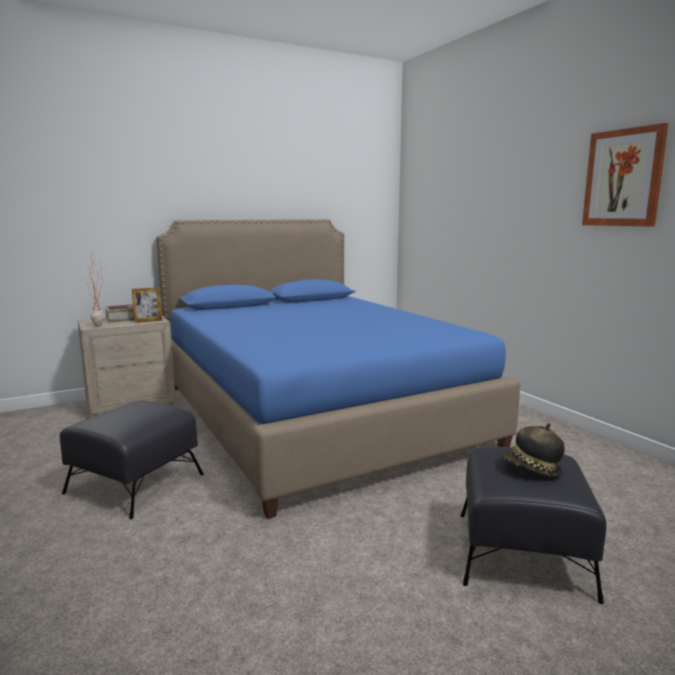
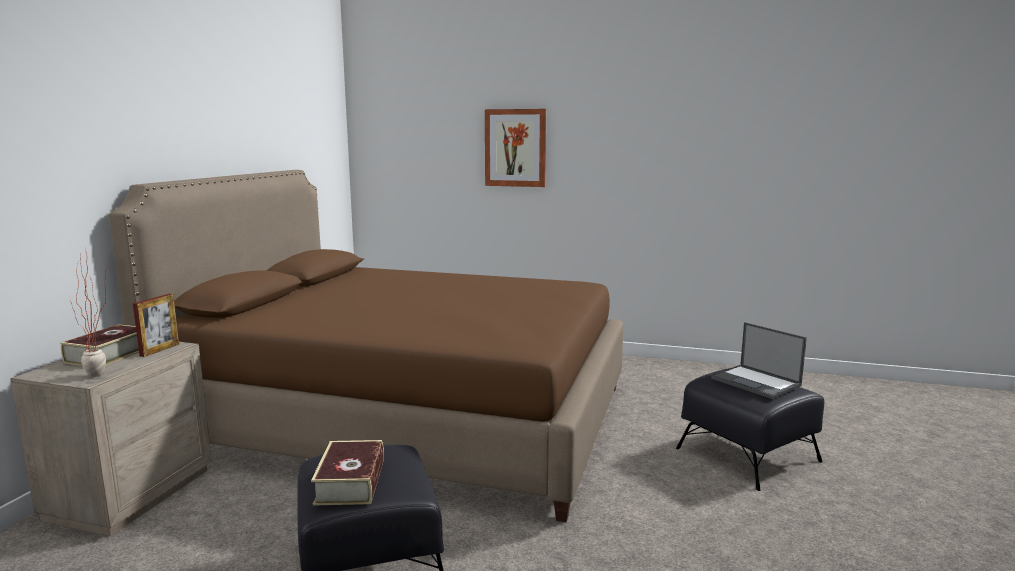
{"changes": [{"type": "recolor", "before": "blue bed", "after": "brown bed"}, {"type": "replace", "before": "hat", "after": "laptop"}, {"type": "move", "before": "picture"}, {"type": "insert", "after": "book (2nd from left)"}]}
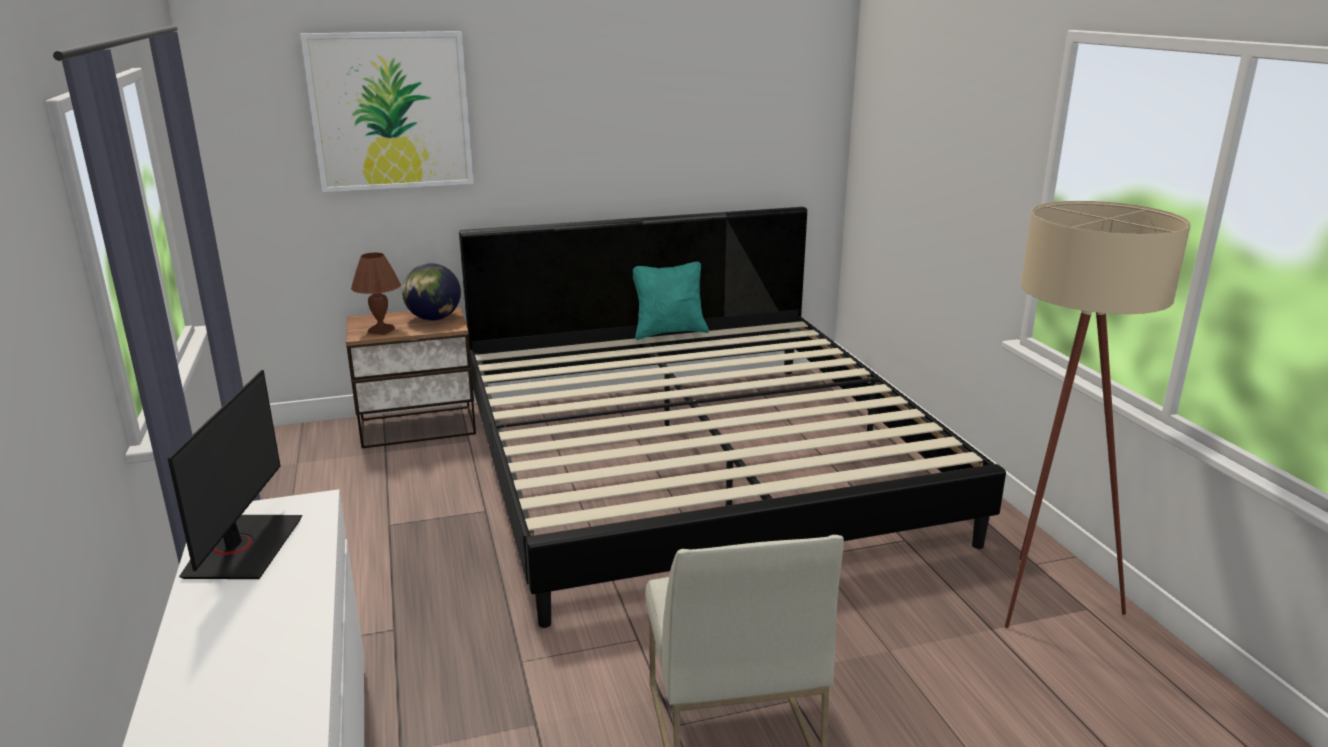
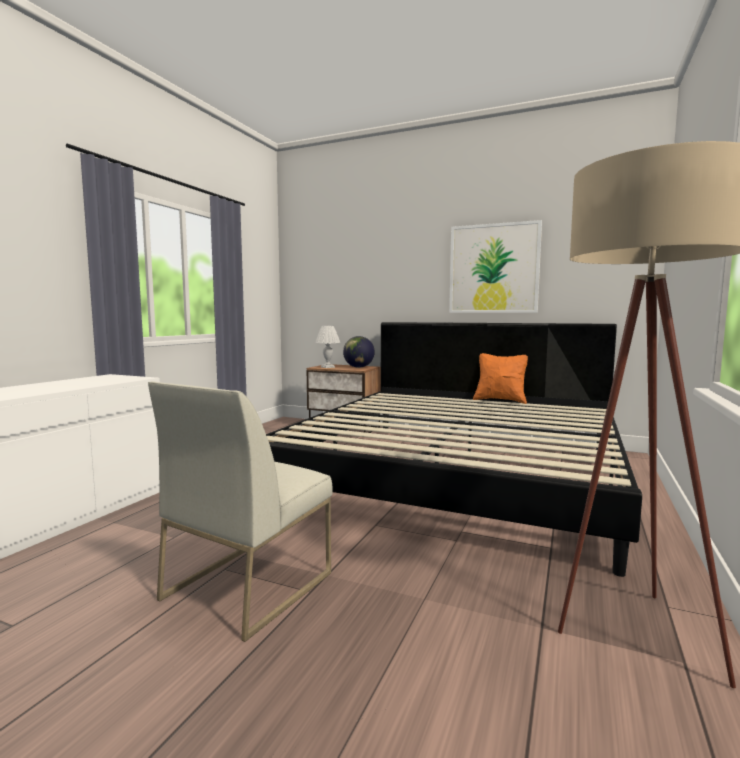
{"changes": [{"type": "delete", "before": "monitor"}, {"type": "move", "before": "picture"}, {"type": "recolor", "before": "brown table lamp", "after": "white table lamp"}, {"type": "recolor", "before": "turquoise pillow", "after": "orange pillow"}]}
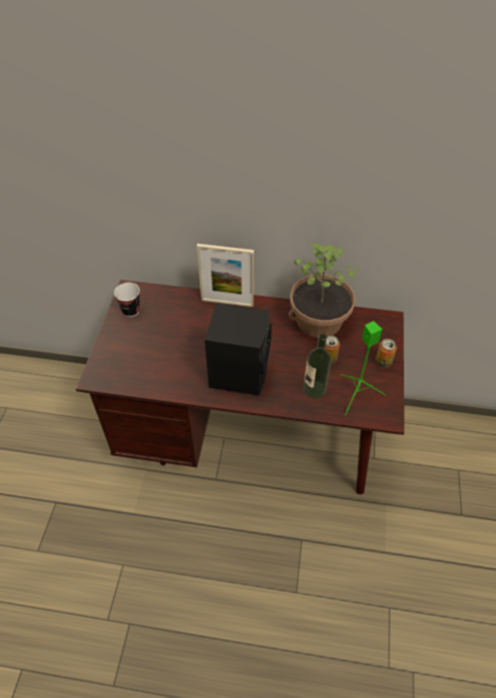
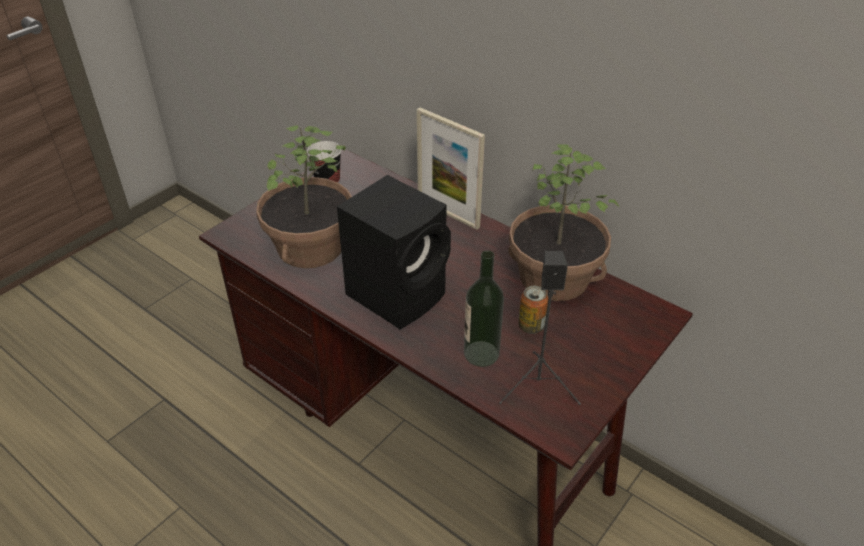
{"changes": [{"type": "recolor", "before": "green speaker", "after": "black speaker (2nd from left)"}, {"type": "delete", "before": "can (2nd from left)"}, {"type": "insert", "after": "potted plant (1st from left)"}]}
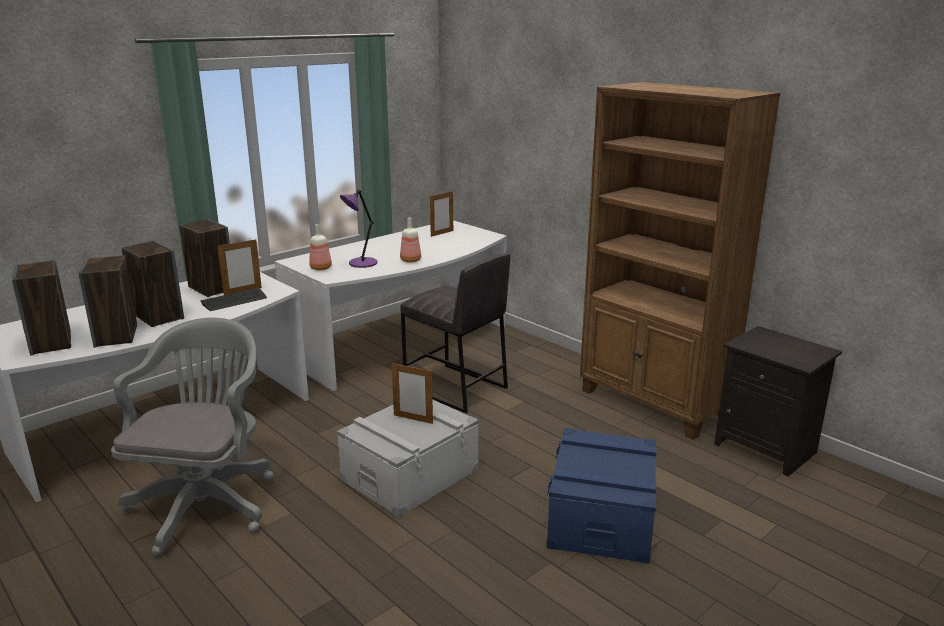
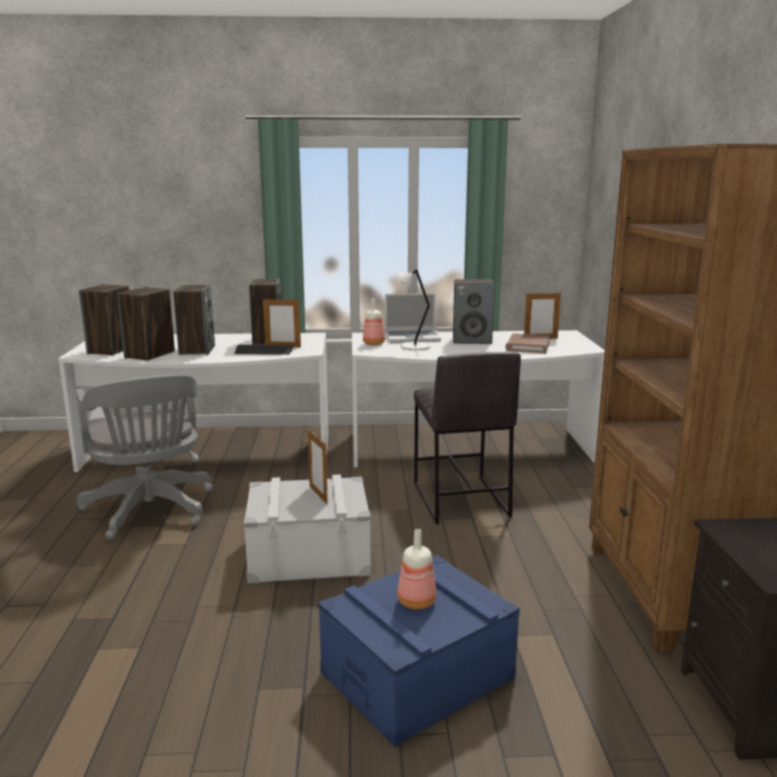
{"changes": [{"type": "rotate", "before": "grey office chair", "turn": 105}, {"type": "recolor", "before": "purple table lamp", "after": "white table lamp"}, {"type": "move", "before": "bottle (2nd from left)"}, {"type": "insert", "after": "laptop"}, {"type": "insert", "after": "speaker (5th from left)"}, {"type": "insert", "after": "brown book"}]}
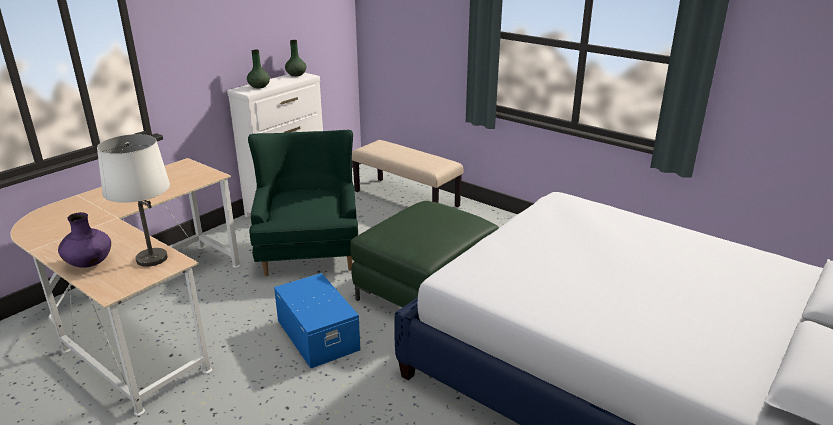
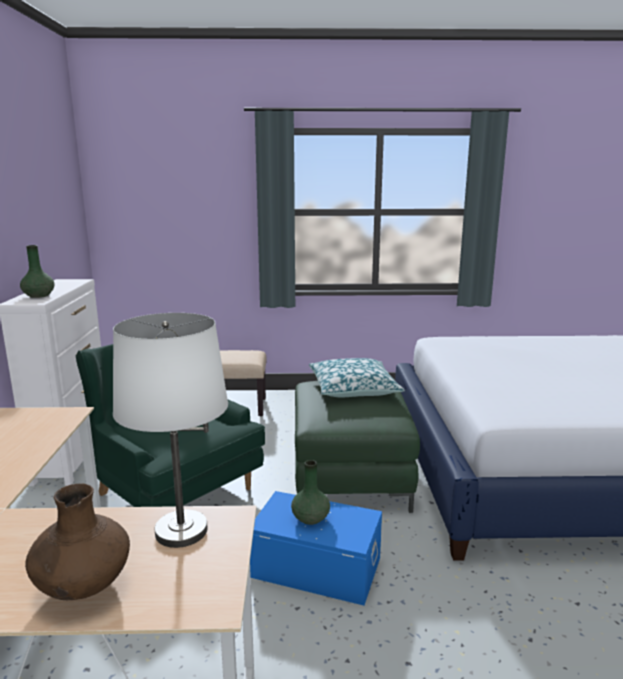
{"changes": [{"type": "recolor", "before": "purple vase", "after": "brown vase"}, {"type": "move", "before": "green vase (2nd from left)"}, {"type": "insert", "after": "pillow"}]}
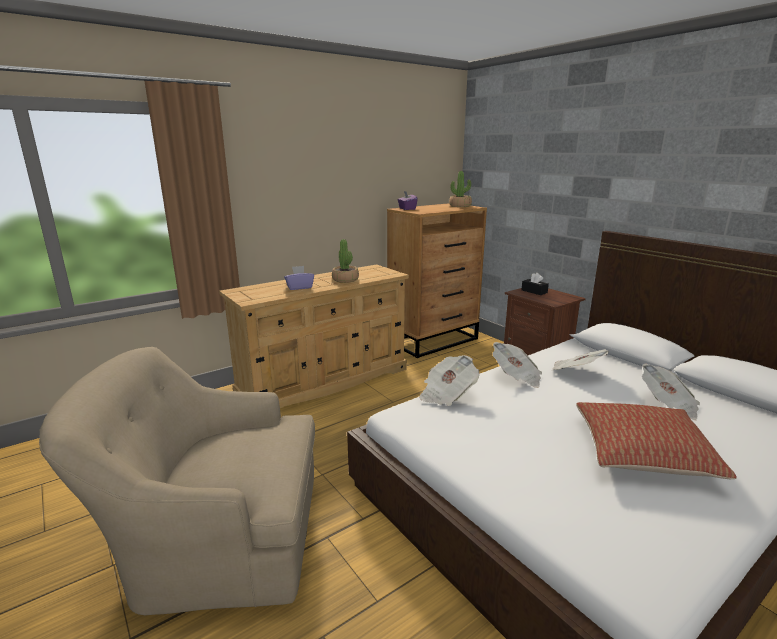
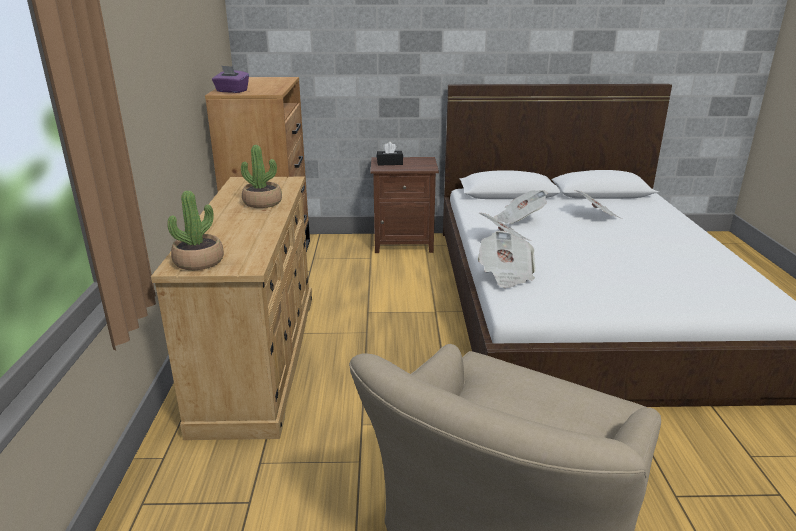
{"changes": [{"type": "delete", "before": "purple tissue box (1st from left)"}, {"type": "move", "before": "potted plant (2nd from left in the first image)", "after": "potted plant (1st from left)"}, {"type": "delete", "before": "pillow"}]}
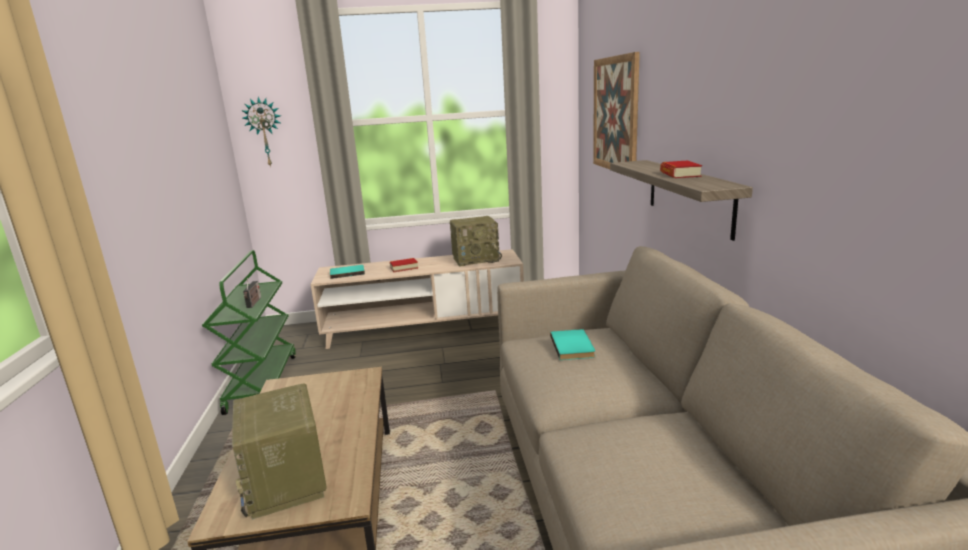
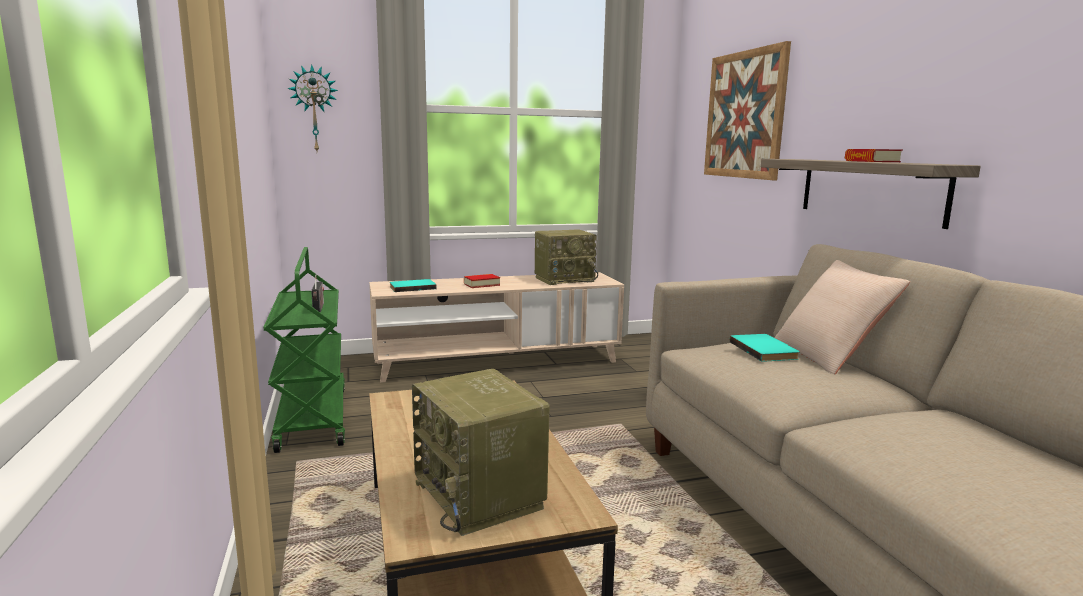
{"changes": [{"type": "insert", "after": "beige pillow"}]}
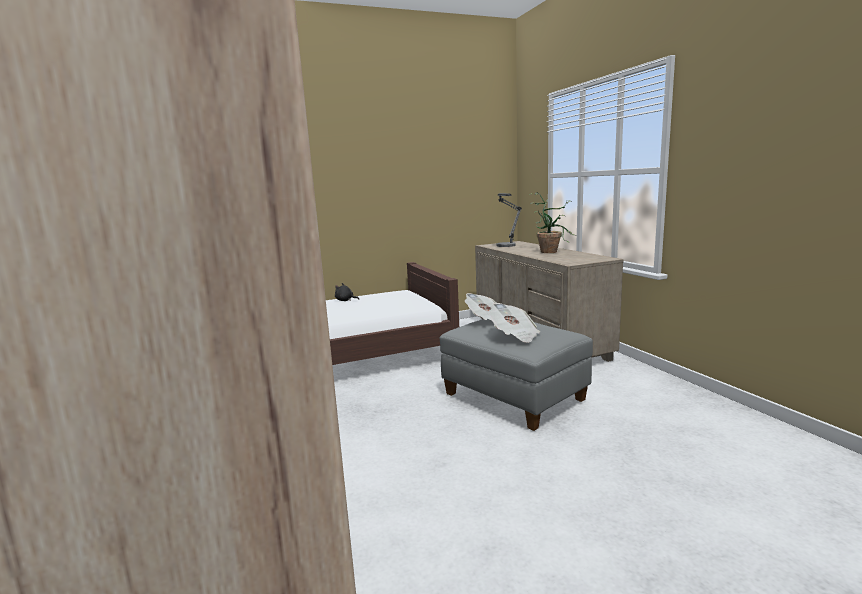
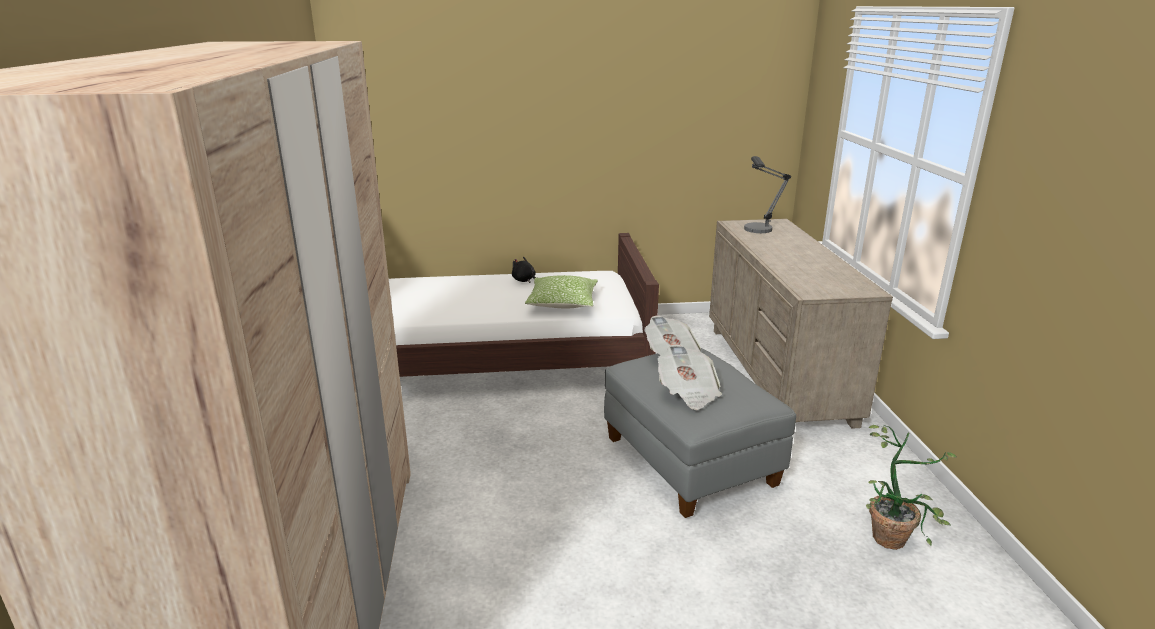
{"changes": [{"type": "move", "before": "potted plant"}, {"type": "insert", "after": "pillow"}]}
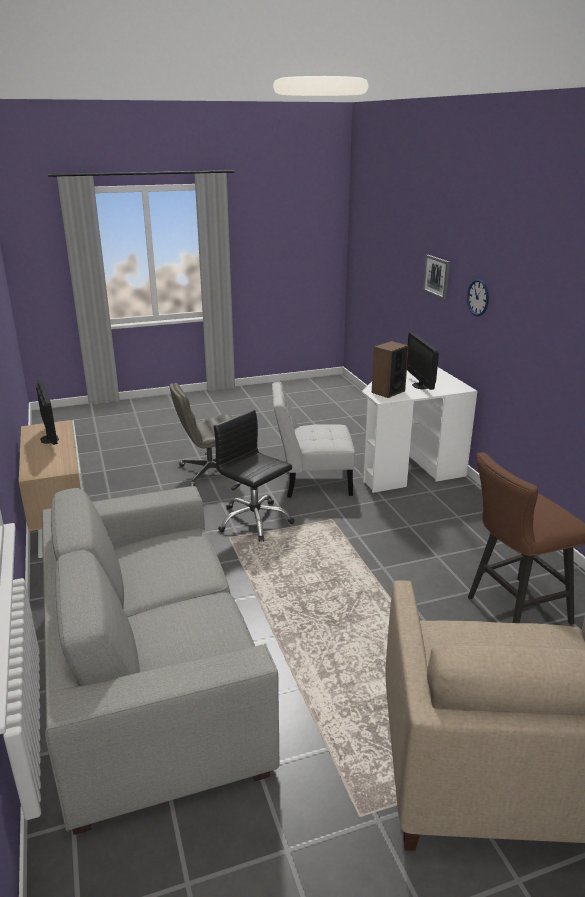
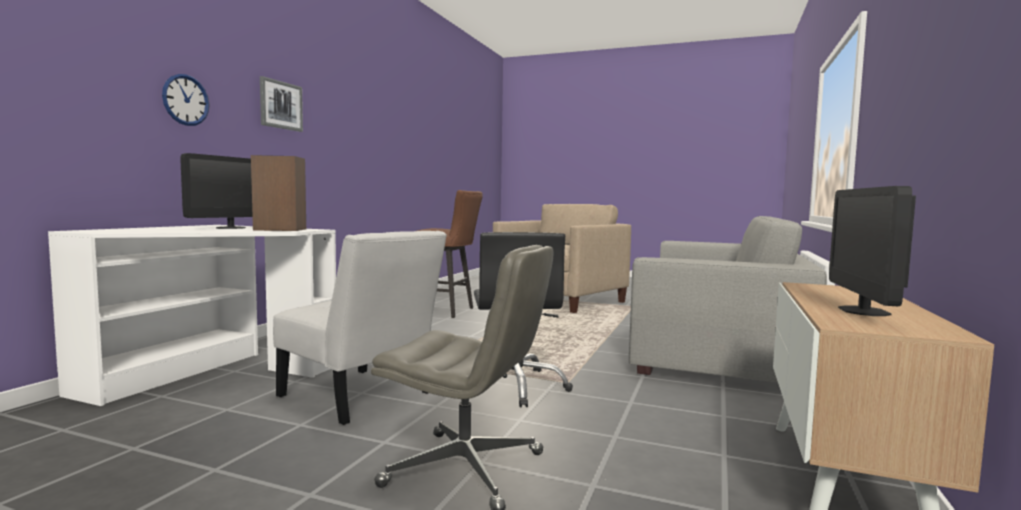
{"changes": [{"type": "move", "before": "picture"}]}
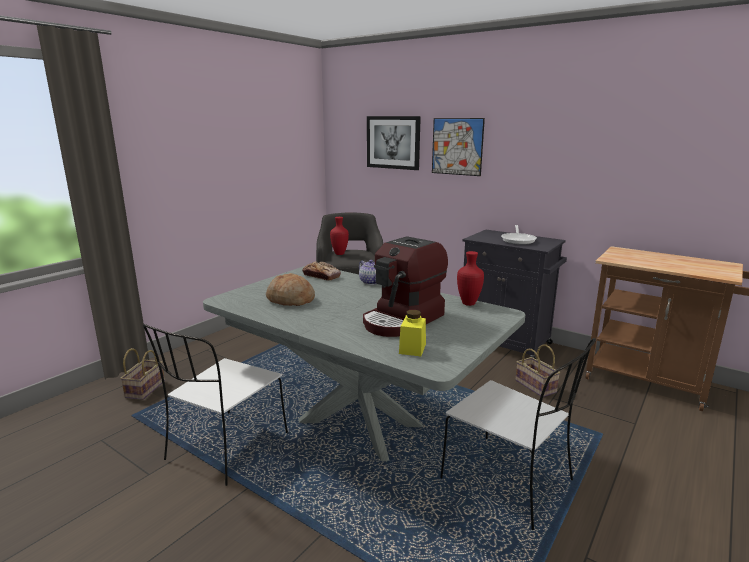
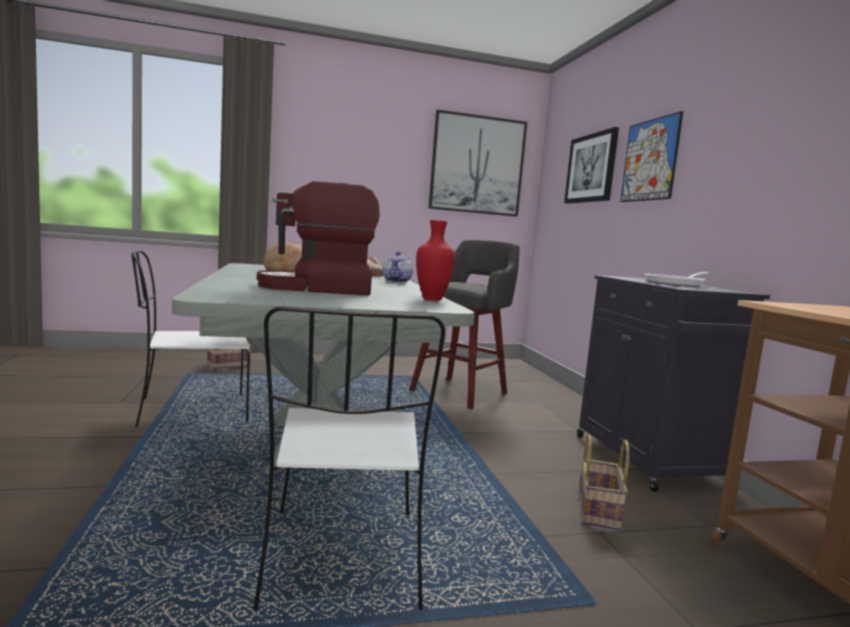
{"changes": [{"type": "delete", "before": "red vase (1st from left)"}, {"type": "delete", "before": "yellow jar"}, {"type": "insert", "after": "picture (1st from left)"}]}
